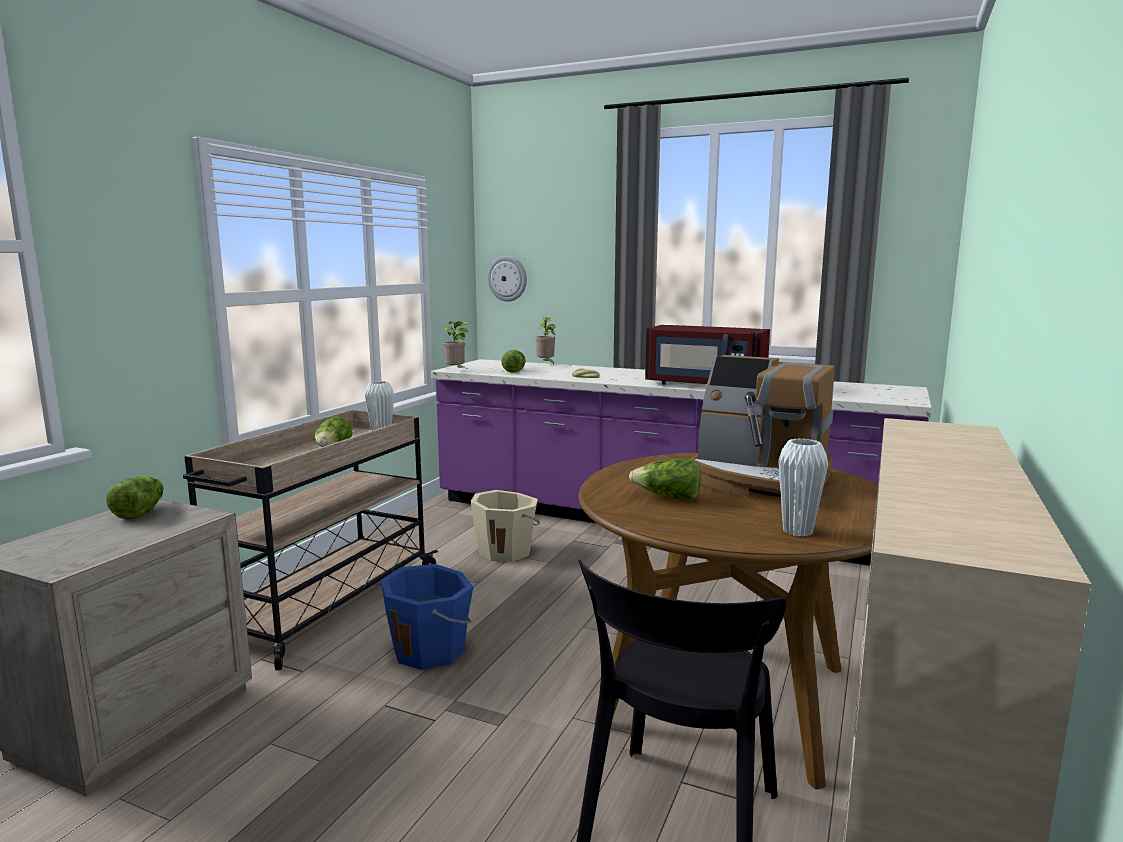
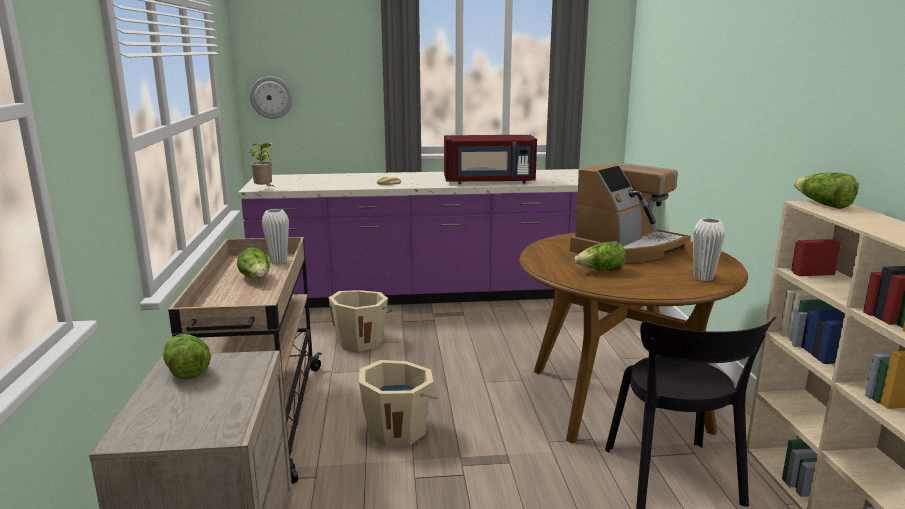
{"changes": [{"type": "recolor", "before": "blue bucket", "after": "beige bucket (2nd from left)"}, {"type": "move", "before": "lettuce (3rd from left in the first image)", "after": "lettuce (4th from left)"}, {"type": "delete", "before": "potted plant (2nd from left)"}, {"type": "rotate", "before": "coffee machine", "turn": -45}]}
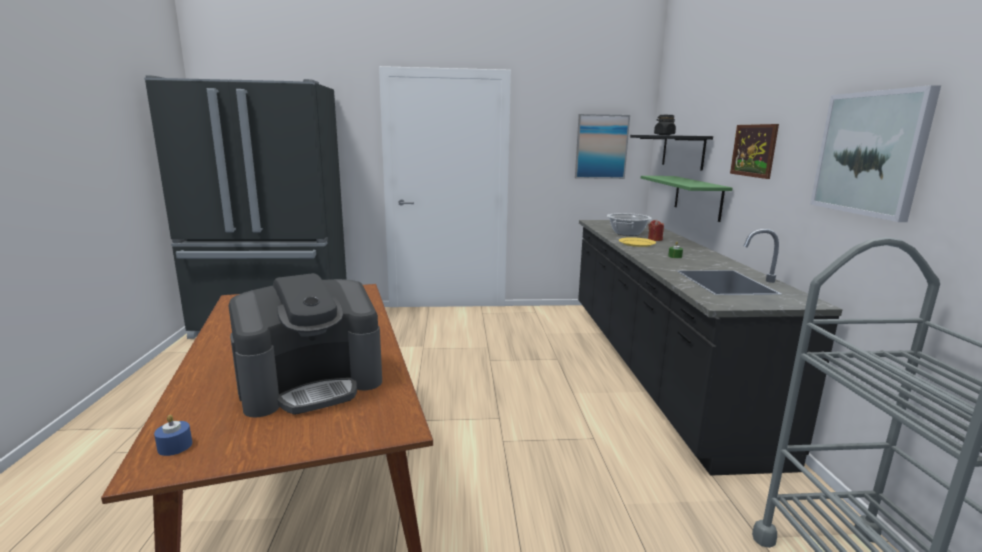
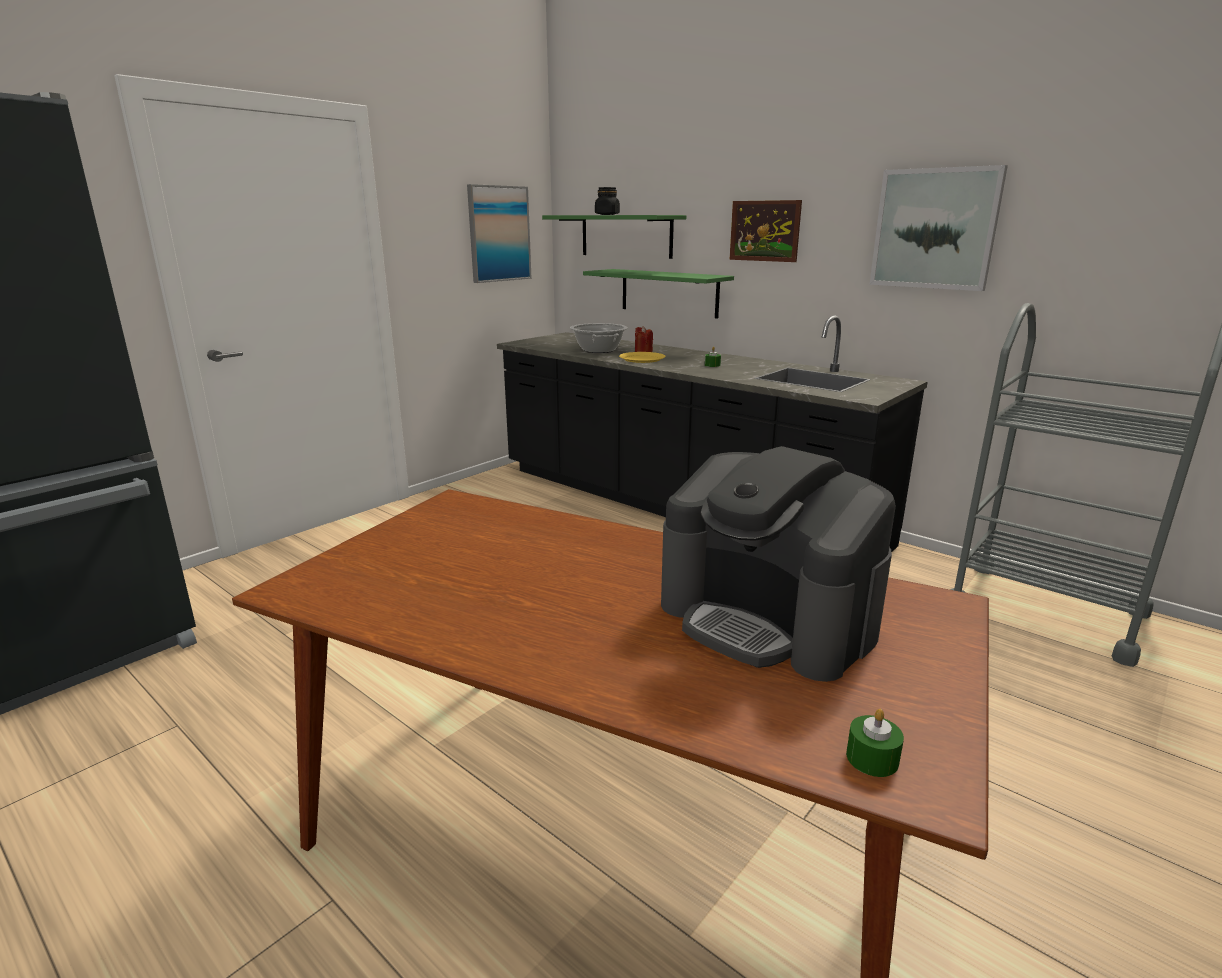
{"changes": [{"type": "recolor", "before": "blue candle", "after": "green candle (2nd from left)"}, {"type": "rotate", "before": "coffee machine", "turn": 120}, {"type": "recolor", "before": "black shelf", "after": "green shelf (1st from left)"}]}
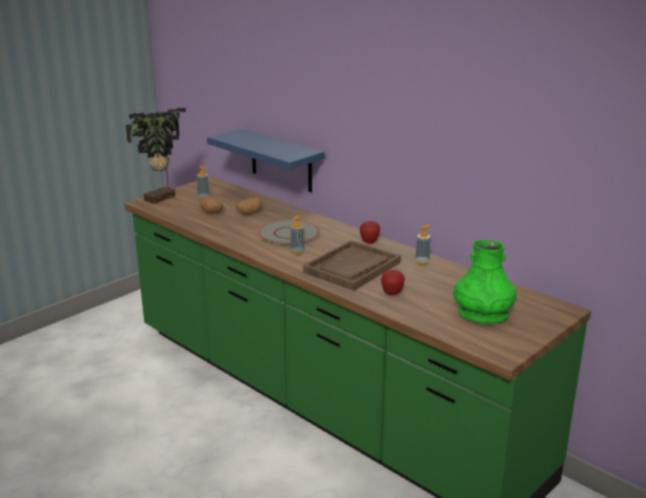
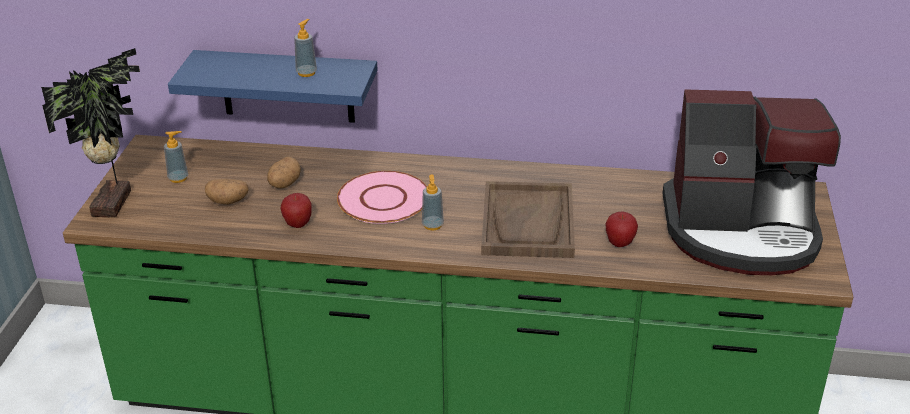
{"changes": [{"type": "recolor", "before": "grey plate", "after": "pink plate"}, {"type": "move", "before": "apple (1st from left)"}, {"type": "move", "before": "soap dispenser (3rd from left in the first image)", "after": "soap dispenser (2nd from left)"}, {"type": "replace", "before": "green vase", "after": "coffee machine"}]}
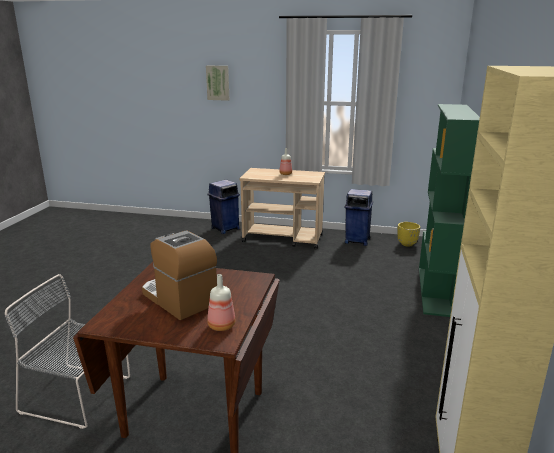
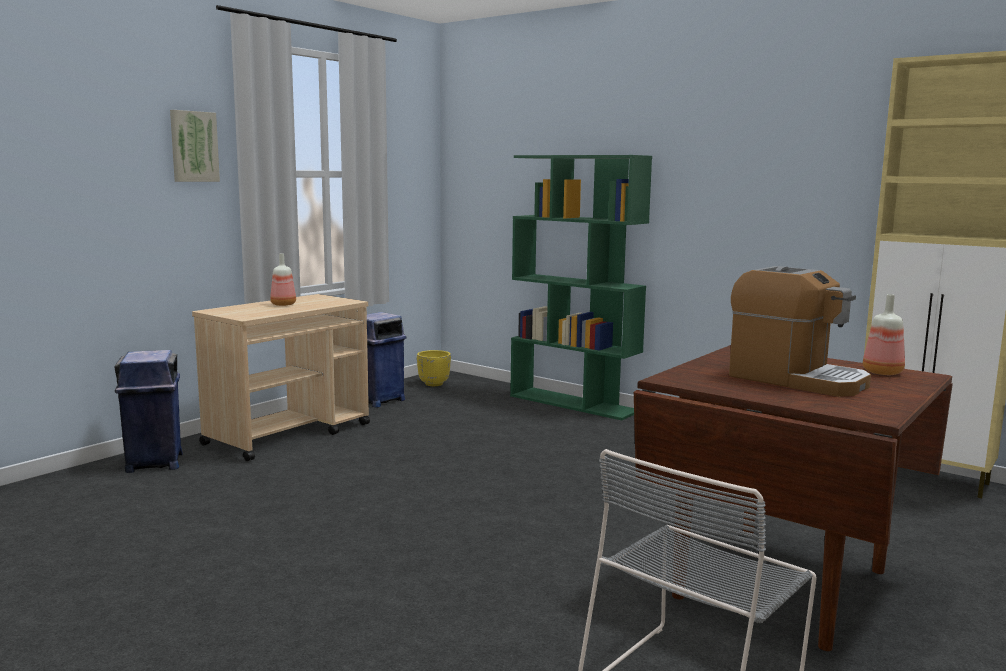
{"changes": [{"type": "rotate", "before": "coffee machine", "turn": -120}, {"type": "move", "before": "picture"}]}
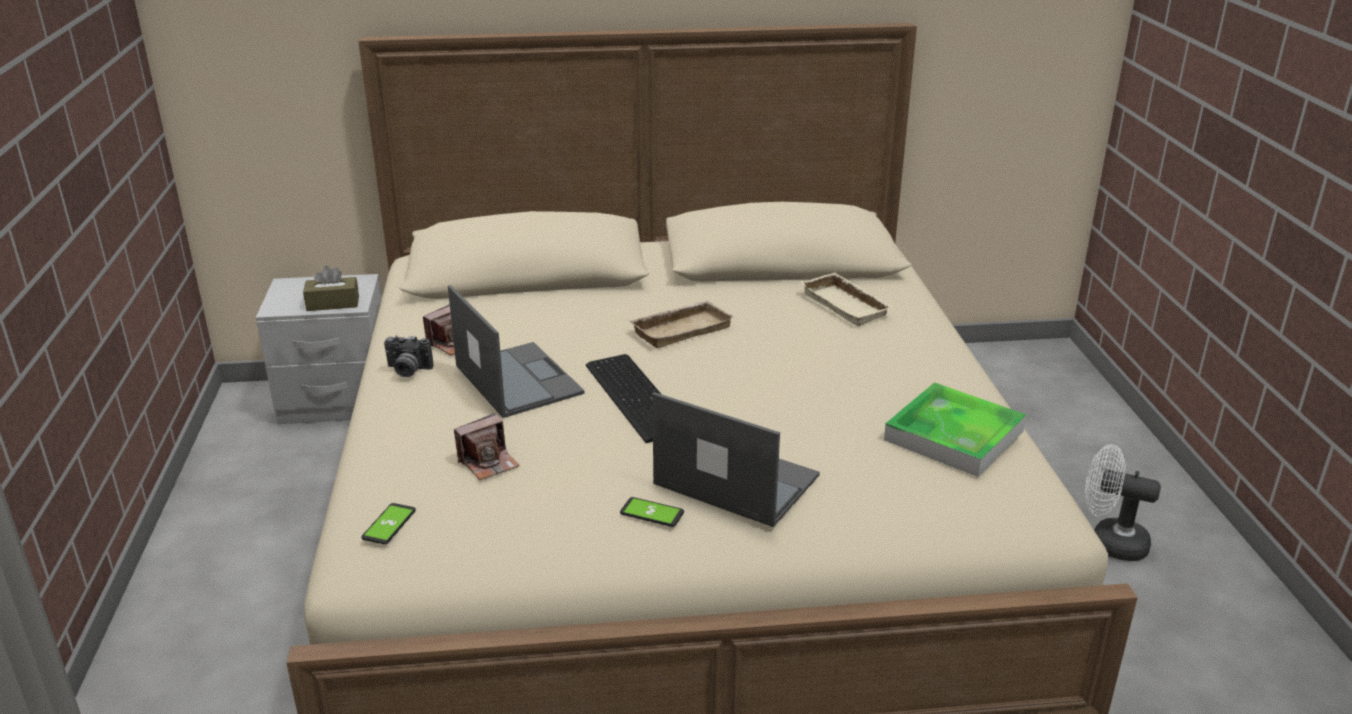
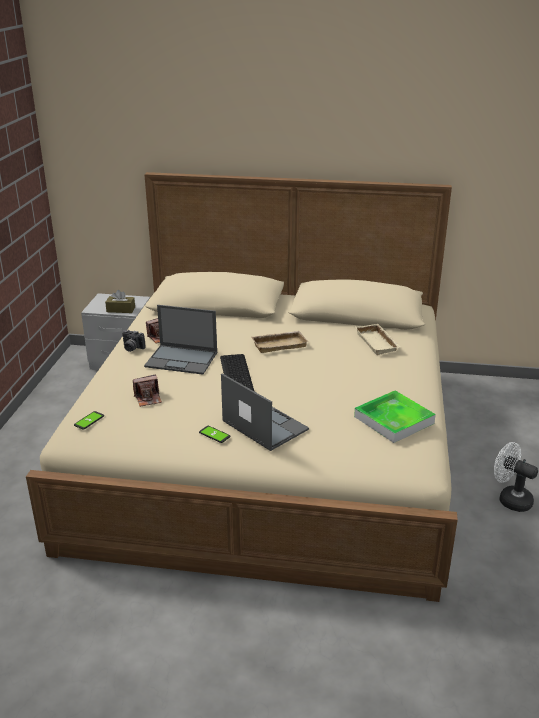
{"changes": [{"type": "rotate", "before": "laptop (1st from left)", "turn": 120}]}
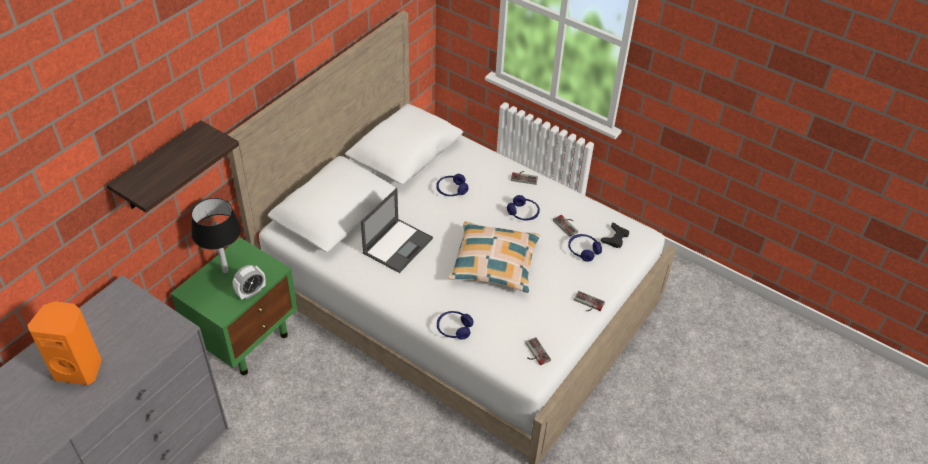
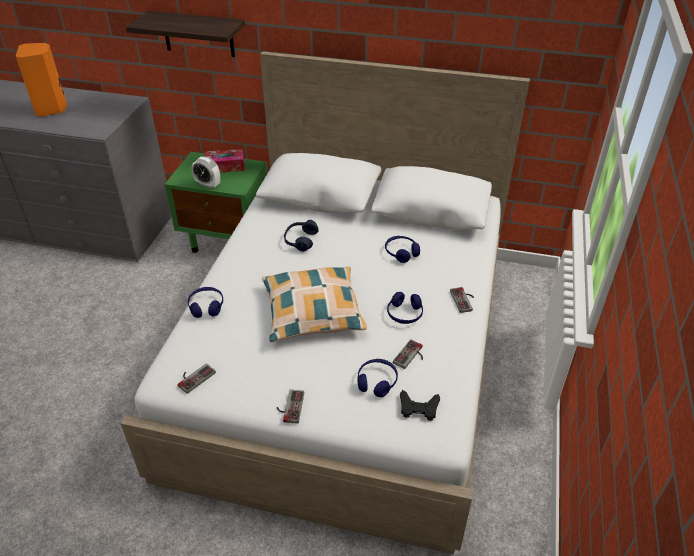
{"changes": [{"type": "replace", "before": "black table lamp", "after": "tissue box"}, {"type": "replace", "before": "laptop", "after": "blue headphones (2nd from left)"}]}
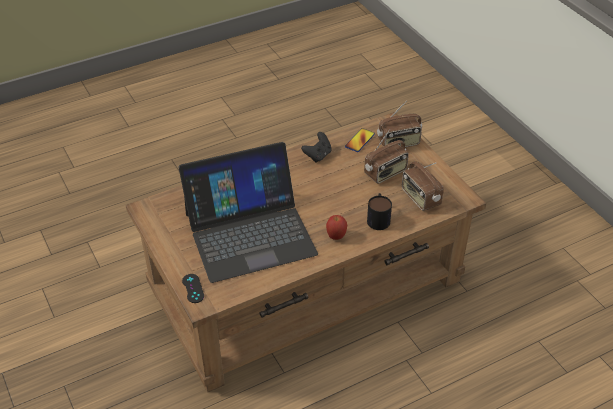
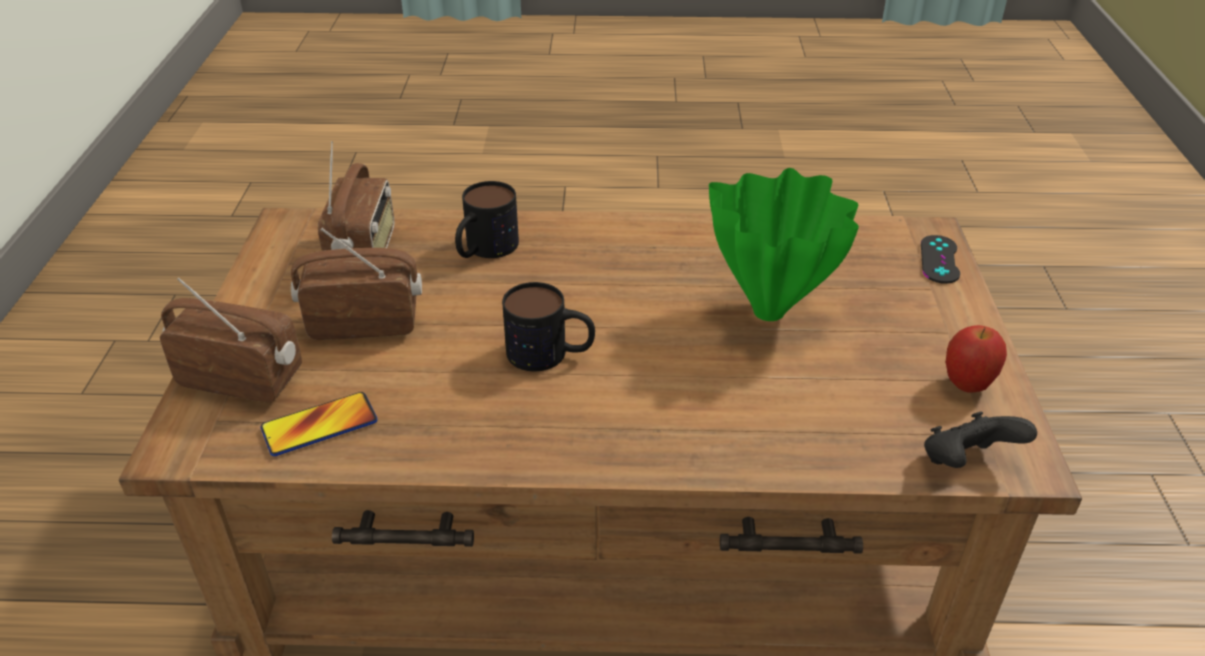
{"changes": [{"type": "replace", "before": "laptop", "after": "green vase"}, {"type": "move", "before": "black game controller (2nd from left)"}, {"type": "move", "before": "apple"}, {"type": "insert", "after": "mug (2nd from left)"}]}
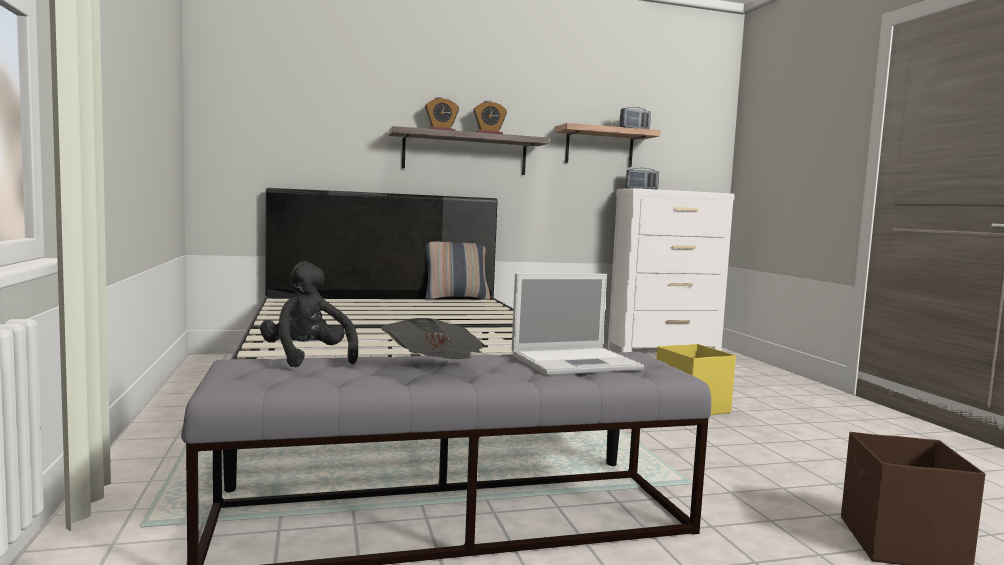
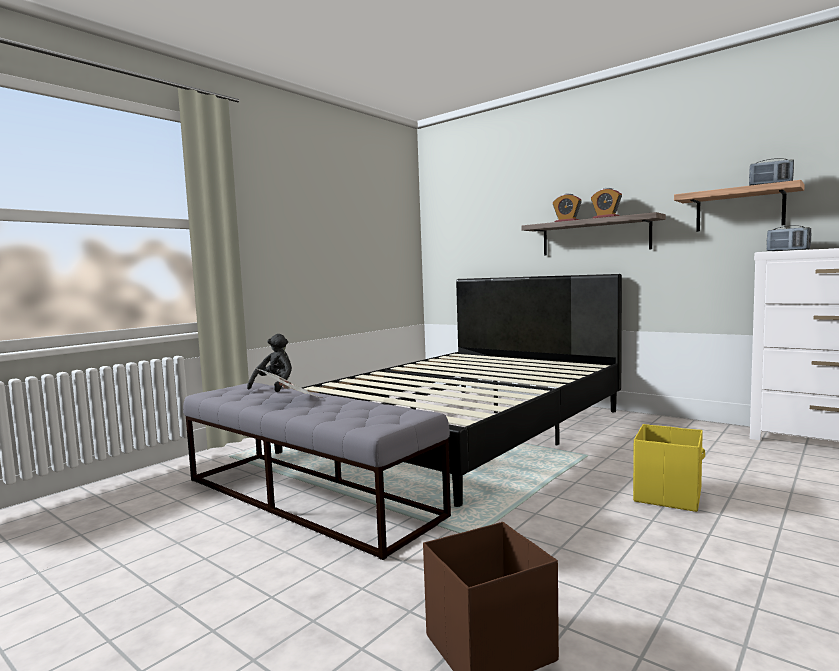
{"changes": [{"type": "delete", "before": "pillow"}, {"type": "delete", "before": "laptop"}]}
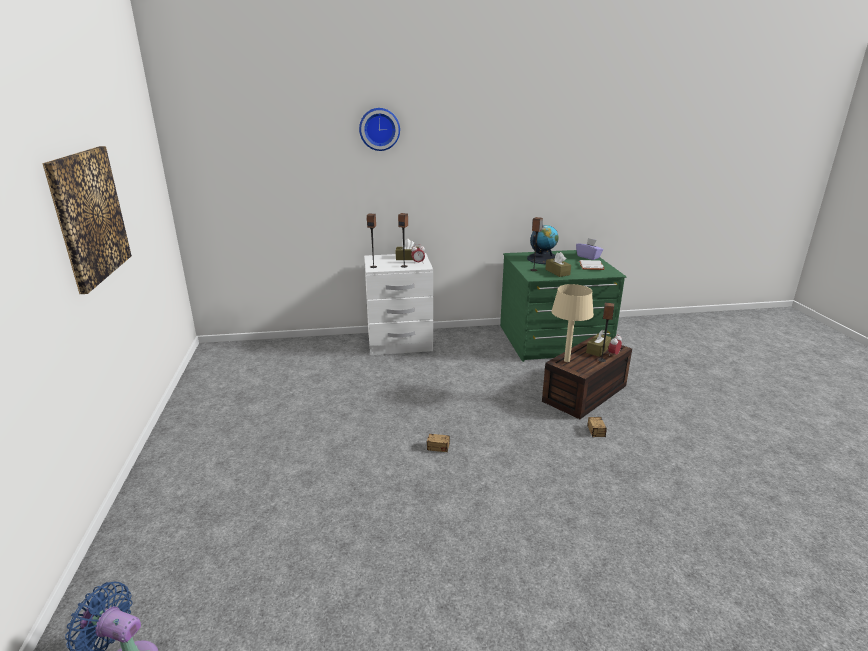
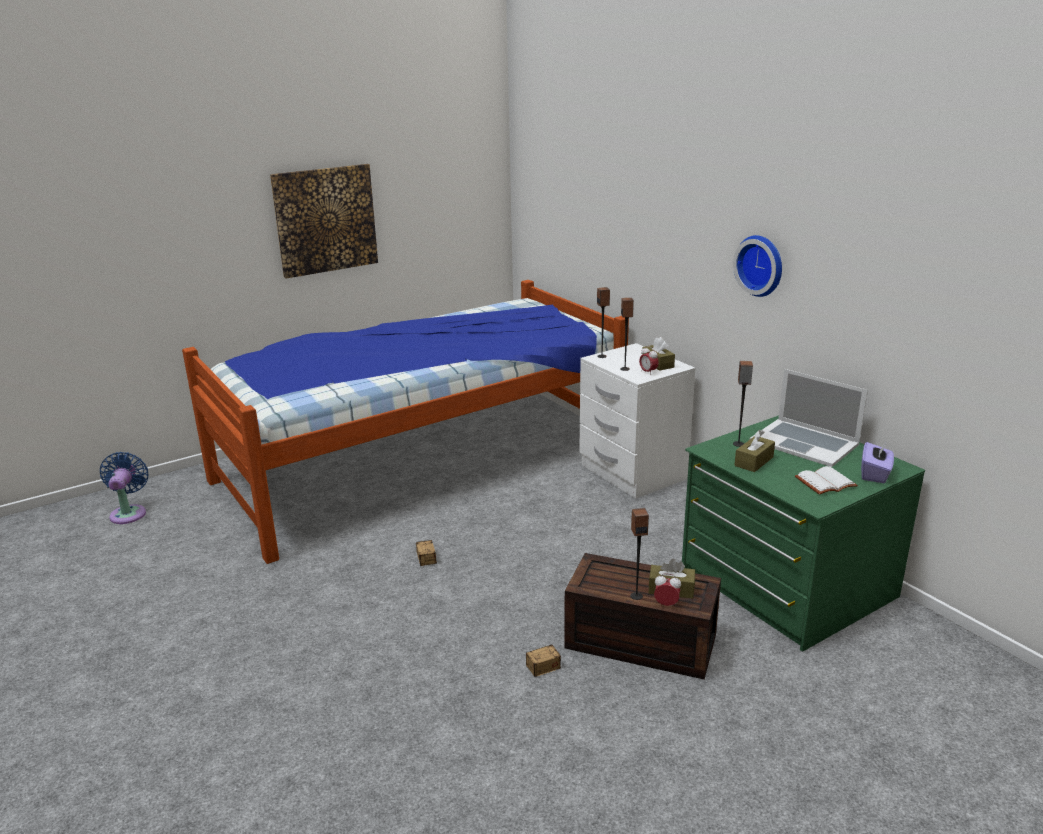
{"changes": [{"type": "move", "before": "wall clock"}, {"type": "replace", "before": "globe", "after": "laptop"}, {"type": "delete", "before": "beige table lamp"}, {"type": "insert", "after": "bed"}]}
